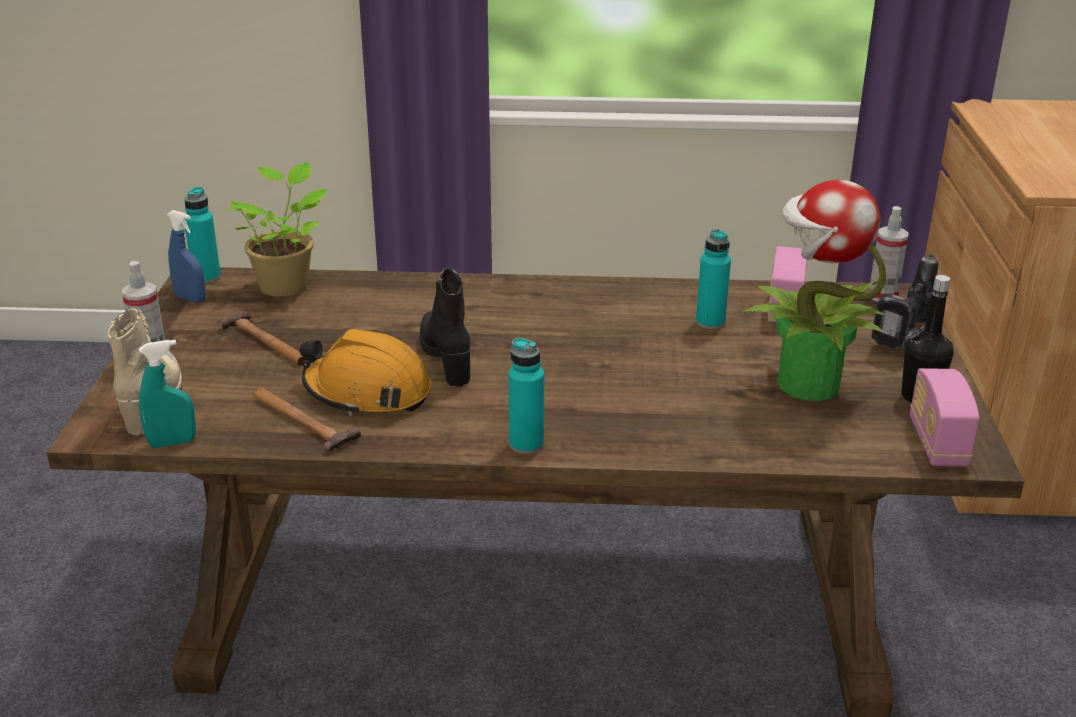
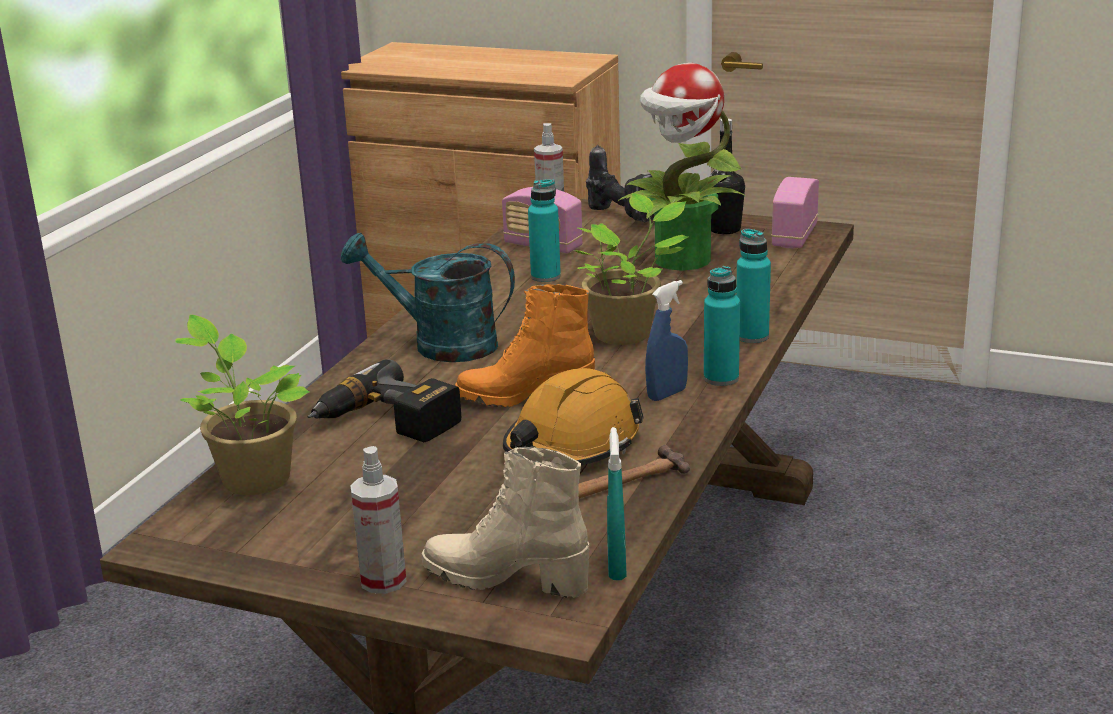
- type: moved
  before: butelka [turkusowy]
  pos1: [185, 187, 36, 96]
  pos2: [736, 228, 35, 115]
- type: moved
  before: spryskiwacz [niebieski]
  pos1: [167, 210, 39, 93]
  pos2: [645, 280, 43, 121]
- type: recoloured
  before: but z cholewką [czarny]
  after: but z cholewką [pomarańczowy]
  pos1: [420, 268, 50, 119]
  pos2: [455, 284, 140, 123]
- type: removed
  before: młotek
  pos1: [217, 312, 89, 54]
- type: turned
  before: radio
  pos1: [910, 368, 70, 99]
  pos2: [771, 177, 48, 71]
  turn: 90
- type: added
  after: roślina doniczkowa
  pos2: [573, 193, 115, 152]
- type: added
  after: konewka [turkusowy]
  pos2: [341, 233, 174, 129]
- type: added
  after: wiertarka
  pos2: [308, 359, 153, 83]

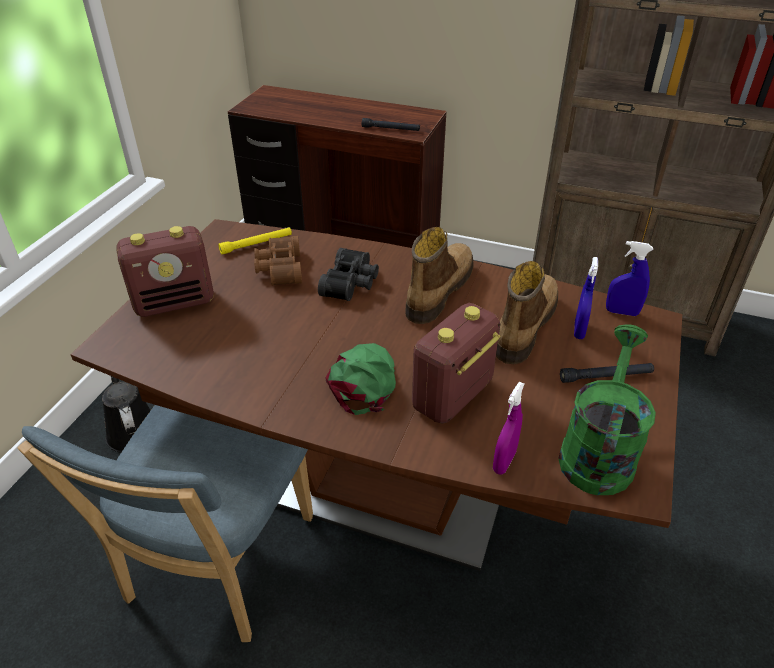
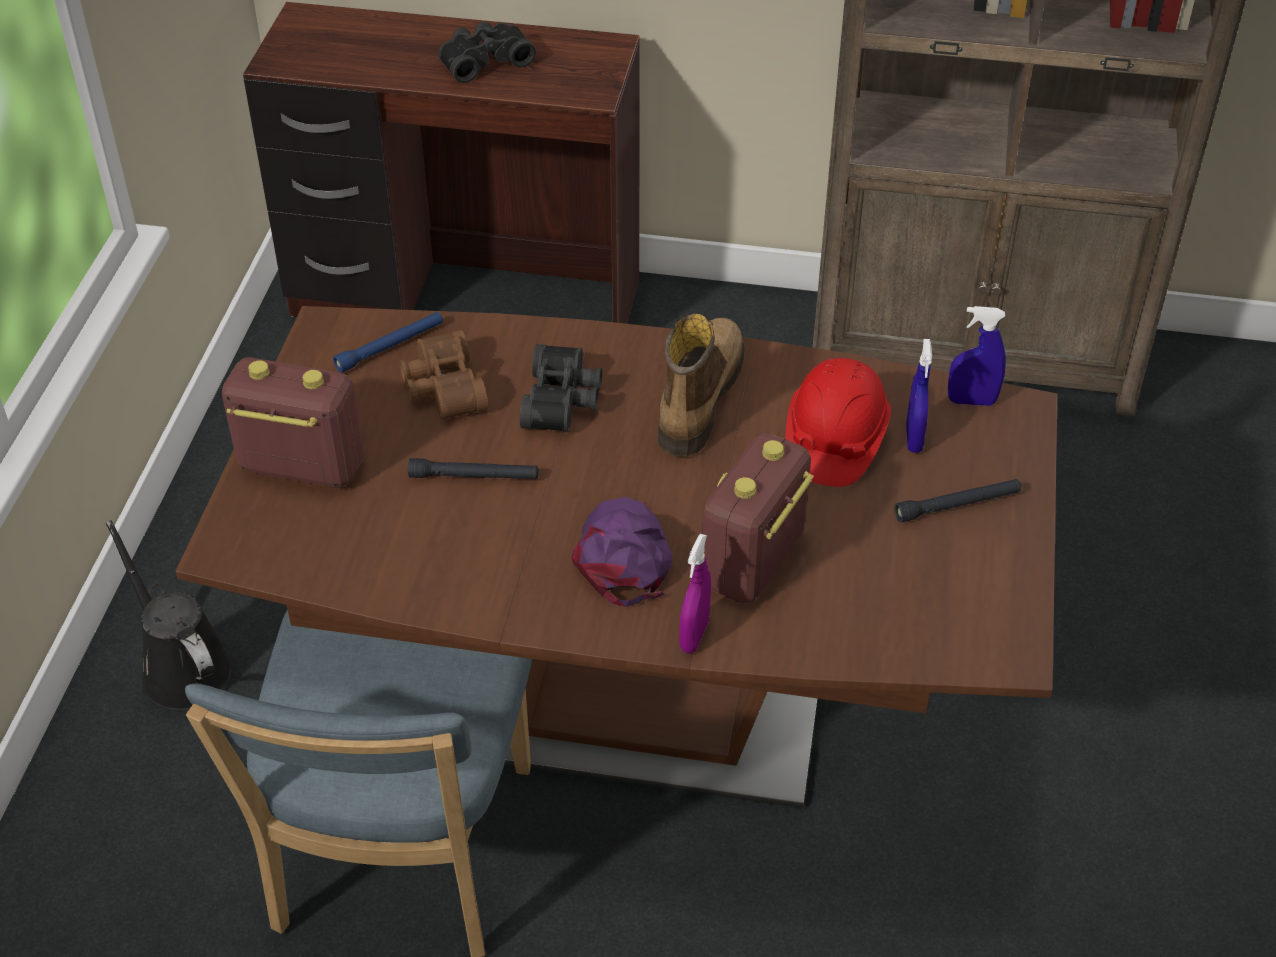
- type: moved
  before: latarka [czarny]
  pos1: [362, 118, 58, 13]
  pos2: [408, 458, 131, 21]
- type: turned
  before: radio
  pos1: [116, 226, 98, 91]
  pos2: [222, 357, 142, 131]
  turn: -135
- type: recoloured
  before: latarka [żółty]
  after: latarka [niebieski]
  pos1: [218, 227, 74, 27]
  pos2: [333, 312, 110, 61]
- type: replaced
  before: but z cholewką
  after: kask [czerwony]
  pos1: [496, 261, 62, 103]
  pos2: [785, 358, 106, 129]
- type: removed
  before: konewka [zielony]
  pos1: [558, 324, 98, 171]
- type: recoloured
  before: czapka z daszkiem [zielony]
  after: czapka z daszkiem [fioletowy]
  pos1: [325, 343, 71, 72]
  pos2: [571, 497, 102, 110]
- type: moved
  before: spryskiwacz [fioletowy]
  pos1: [493, 382, 32, 93]
  pos2: [679, 534, 32, 119]
- type: added
  after: lornetka [czarny]
  pos2: [439, 21, 97, 62]

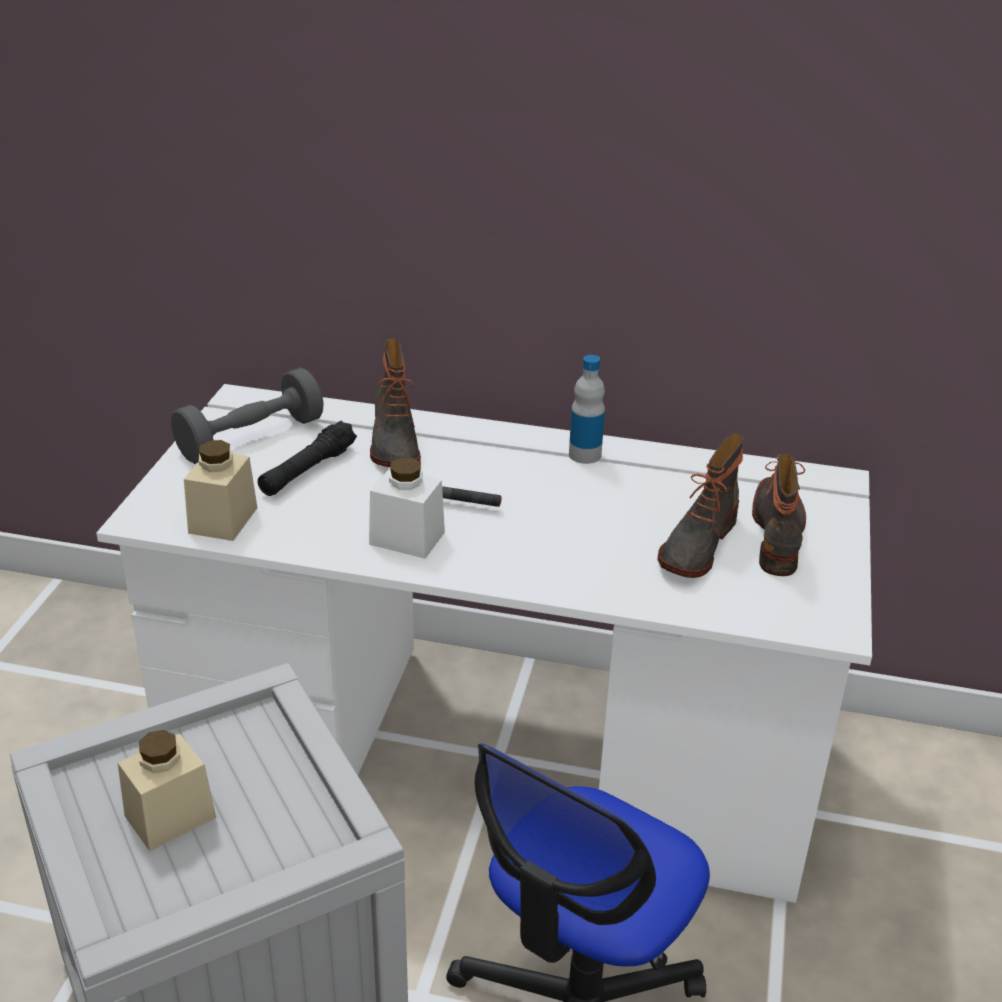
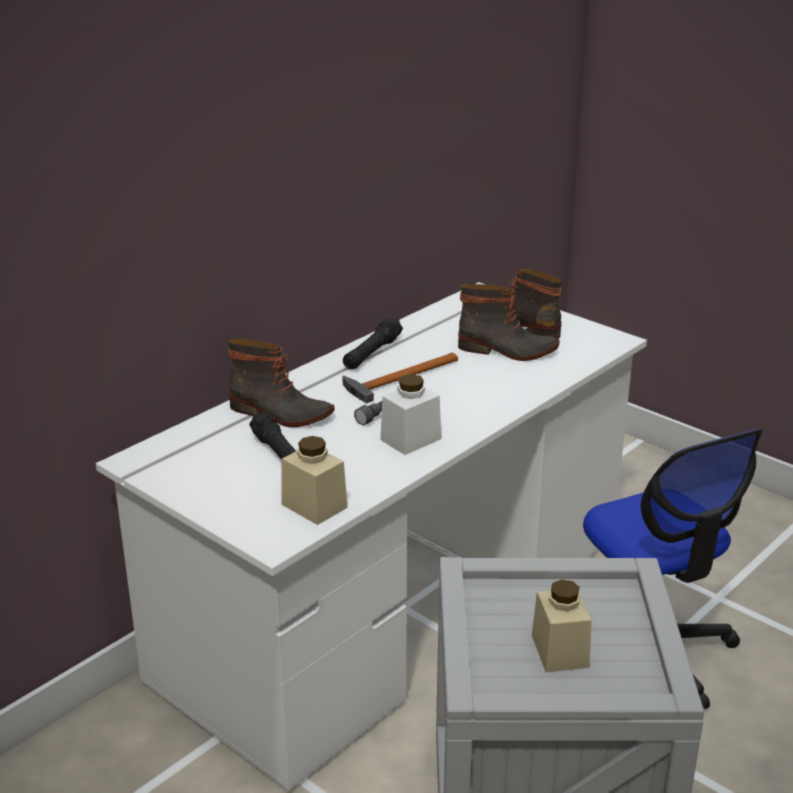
- type: replaced
  before: butelka
  after: latarka [czarny]
  pos1: [569, 355, 36, 109]
  pos2: [343, 318, 60, 52]
- type: removed
  before: hantel [szary]
  pos1: [171, 368, 153, 96]
- type: turned
  before: but z cholewką
  pos1: [658, 434, 86, 144]
  pos2: [458, 284, 102, 77]
  turn: -45
- type: added
  after: młotek
  pos2: [342, 353, 116, 50]

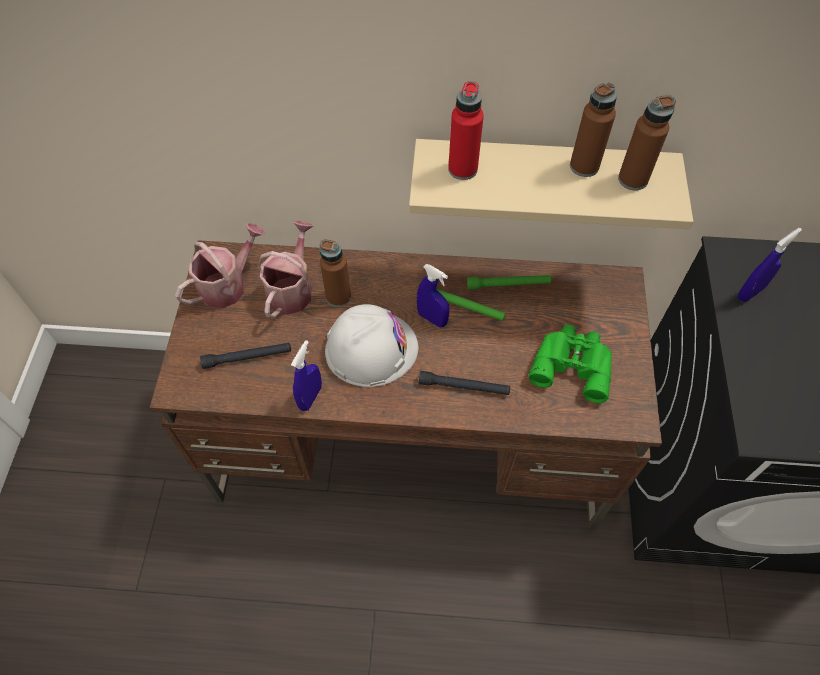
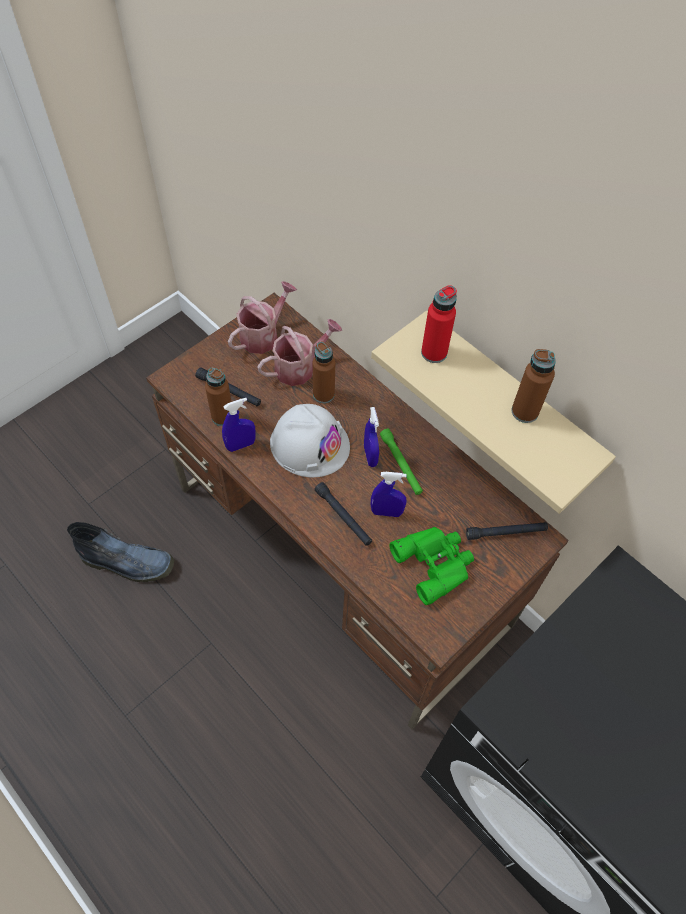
- type: moved
  before: butelka [brązowy]
  pos1: [618, 95, 58, 96]
  pos2: [205, 368, 26, 58]
- type: turned
  before: konewka
  pos1: [175, 223, 91, 85]
  pos2: [228, 281, 69, 73]
  turn: -45
- type: moved
  before: spryskiwacz [niebieski]
  pos1: [738, 228, 64, 74]
  pos2: [371, 472, 36, 45]
- type: removed
  before: latarka [zielony]
  pos1: [467, 275, 85, 15]
- type: added
  after: but z cholewką
  pos2: [67, 522, 107, 60]
- type: added
  after: latarka [czarny]
  pos2: [466, 522, 82, 18]

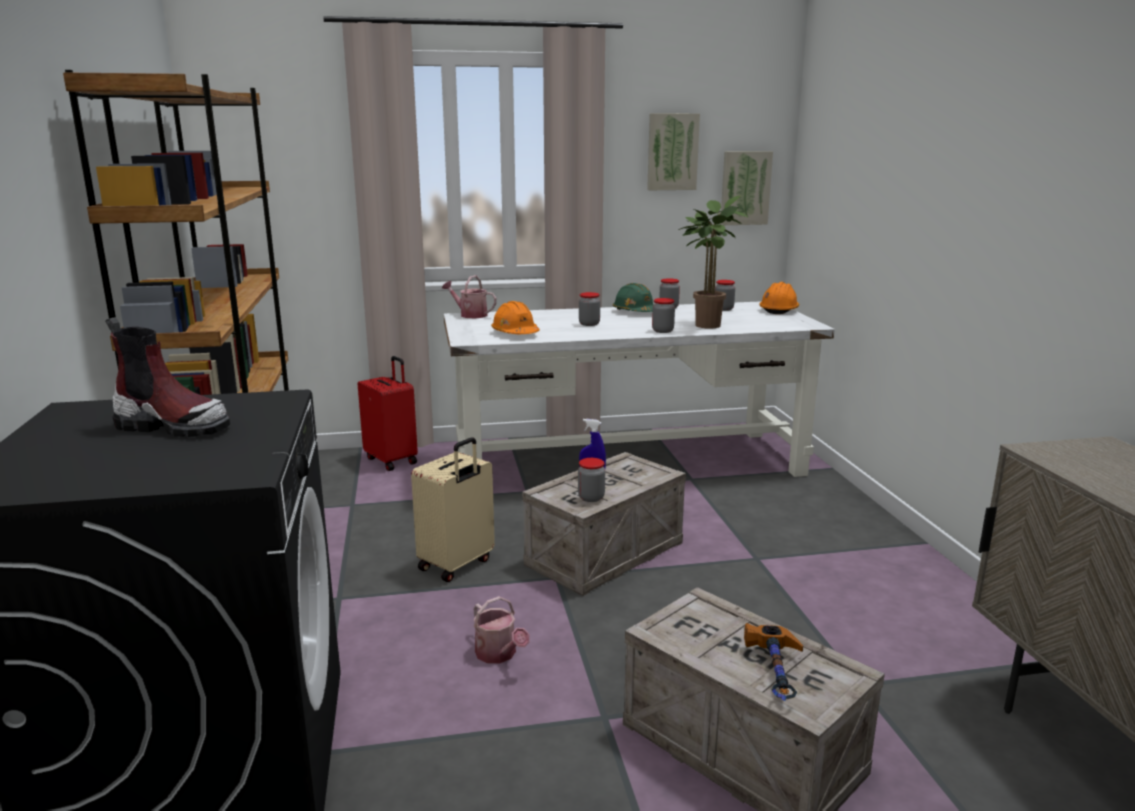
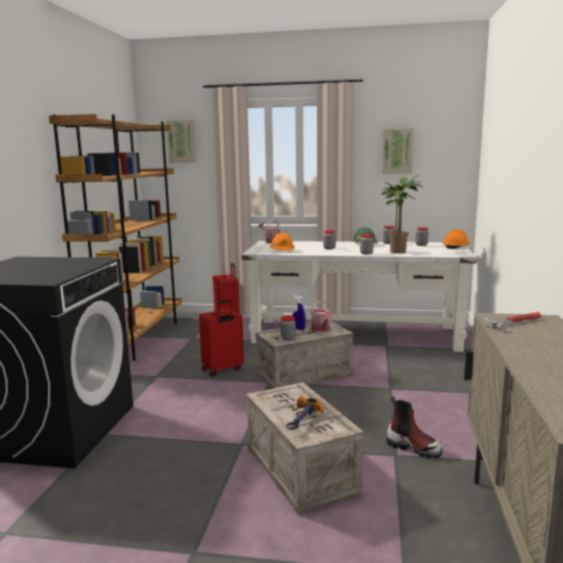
- type: moved
  before: obraz
  pos1: [720, 151, 53, 74]
  pos2: [166, 120, 31, 43]
- type: moved
  before: but z cholewką
  pos1: [105, 317, 125, 120]
  pos2: [387, 395, 56, 63]
- type: recoloured
  before: walizka [beżowy]
  after: walizka [czerwony]
  pos1: [411, 437, 84, 145]
  pos2: [199, 299, 45, 78]
- type: moved
  before: konewka
  pos1: [473, 596, 57, 67]
  pos2: [310, 301, 23, 30]
- type: added
  after: młotek
  pos2: [485, 312, 56, 19]

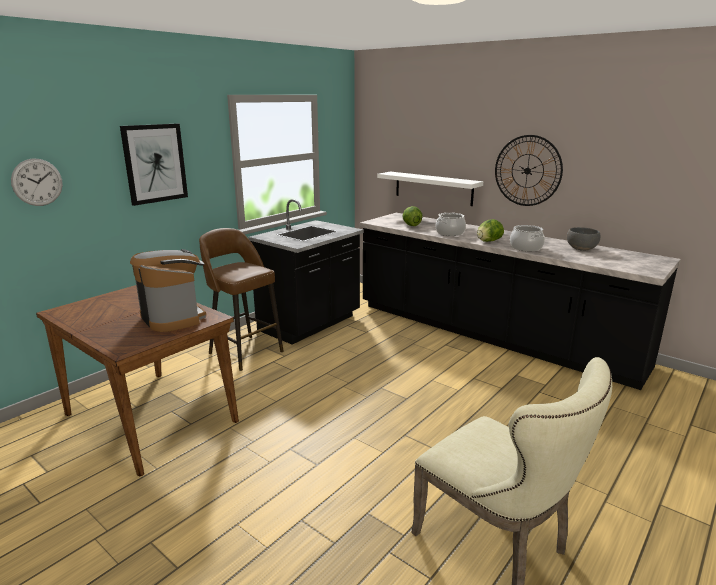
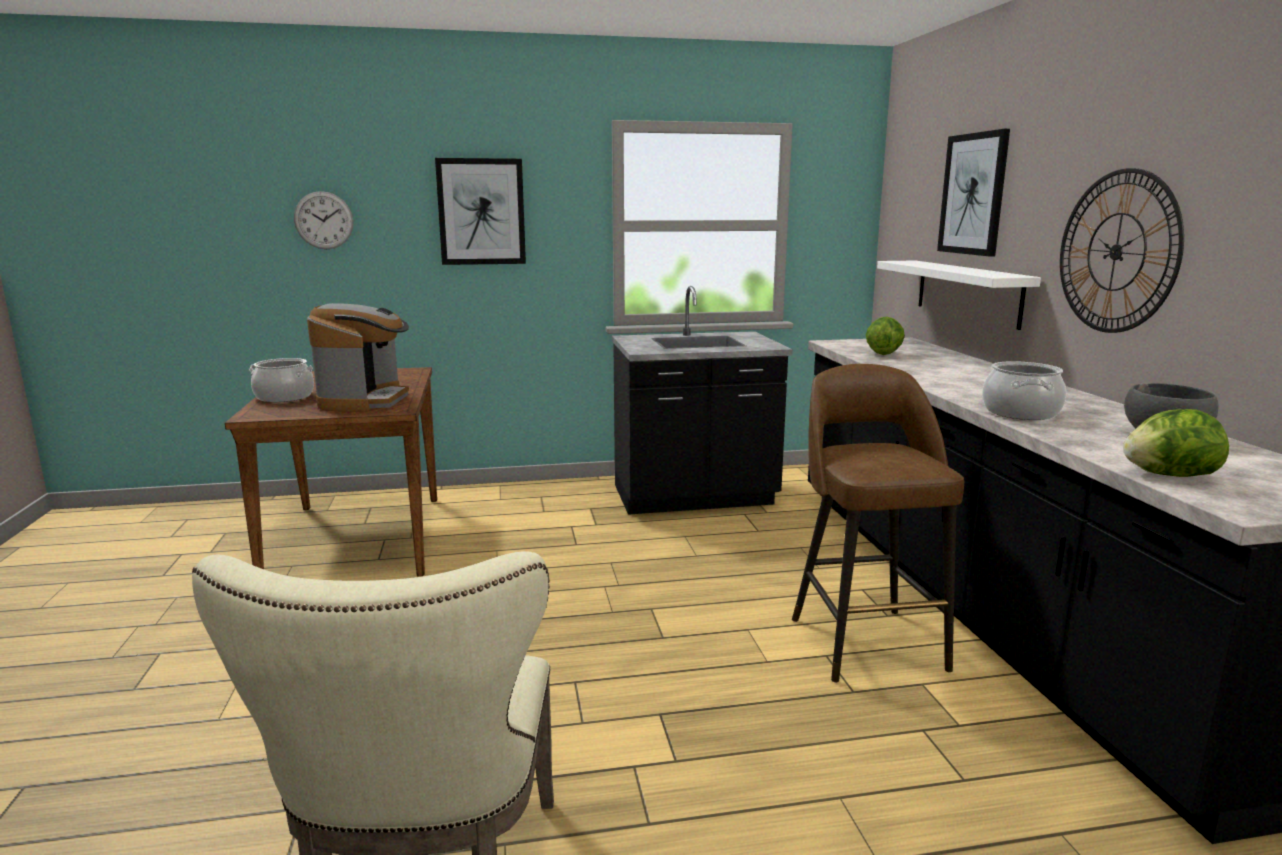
- type: moved
  before: garnek
  pos1: [436, 213, 30, 23]
  pos2: [249, 358, 65, 44]
- type: moved
  before: sałata
  pos1: [477, 219, 27, 23]
  pos2: [1123, 409, 106, 68]
- type: moved
  before: stołek [brązowy]
  pos1: [199, 228, 85, 143]
  pos2: [792, 364, 172, 319]
- type: added
  after: obraz
  pos2: [937, 129, 73, 128]

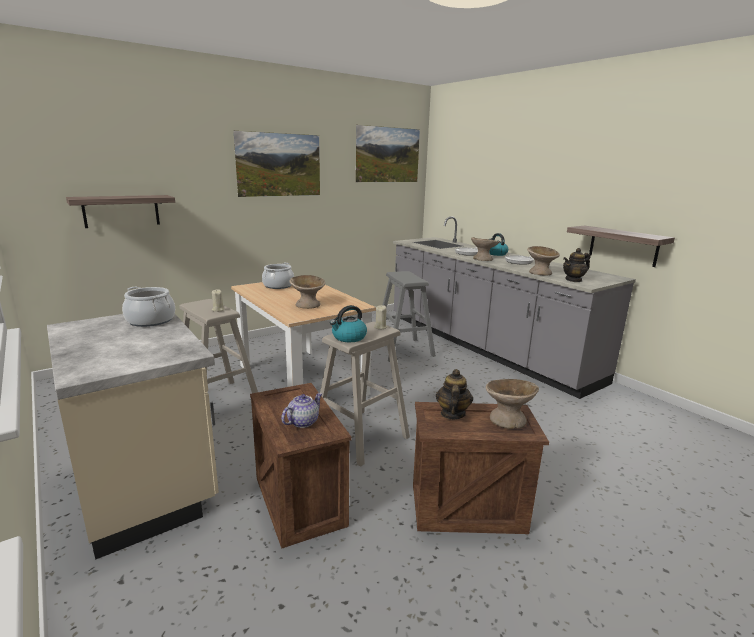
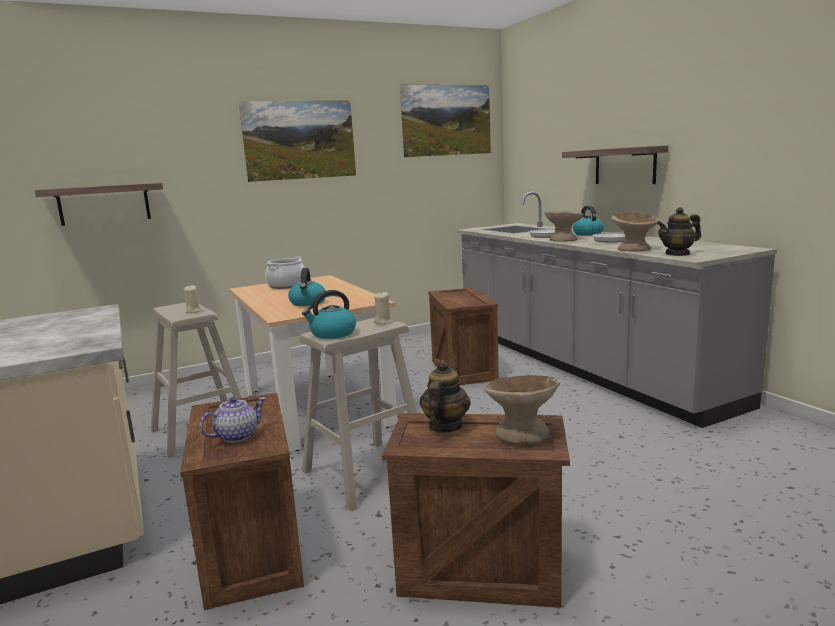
- type: moved
  before: półka
  pos1: [567, 226, 108, 41]
  pos2: [562, 145, 106, 39]
- type: replaced
  before: stołek [szary]
  after: skrzynka
  pos1: [383, 271, 53, 91]
  pos2: [428, 288, 71, 97]
- type: replaced
  before: miska [beżowy]
  after: czajnik
  pos1: [289, 275, 36, 34]
  pos2: [288, 268, 38, 38]
- type: removed
  before: garnek
  pos1: [122, 287, 53, 40]

